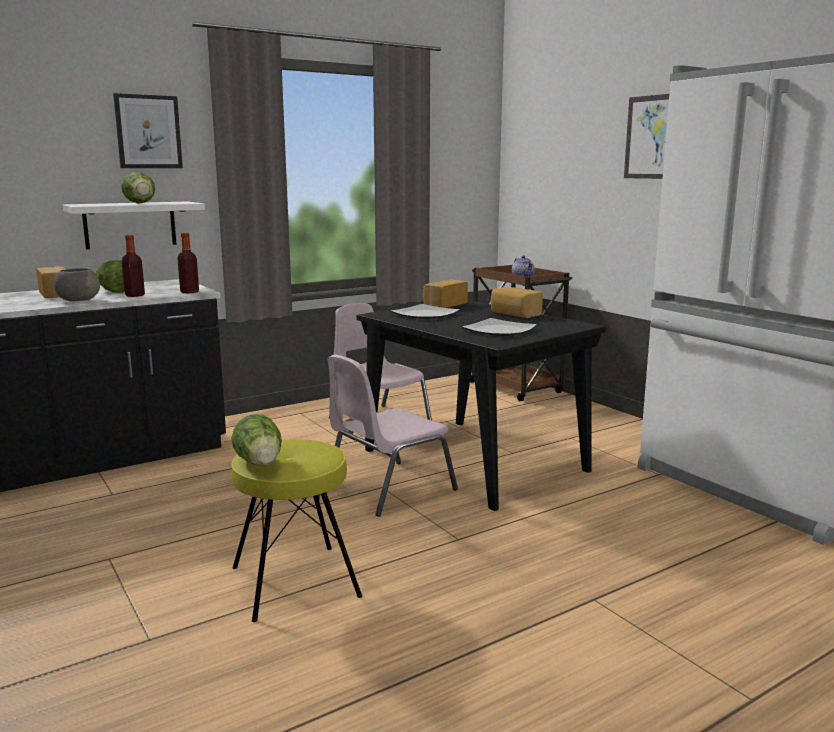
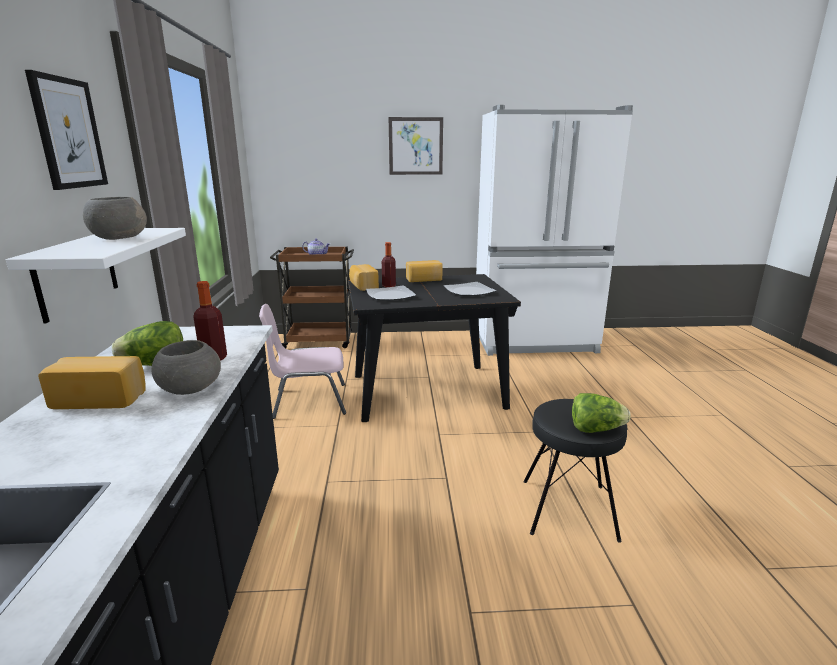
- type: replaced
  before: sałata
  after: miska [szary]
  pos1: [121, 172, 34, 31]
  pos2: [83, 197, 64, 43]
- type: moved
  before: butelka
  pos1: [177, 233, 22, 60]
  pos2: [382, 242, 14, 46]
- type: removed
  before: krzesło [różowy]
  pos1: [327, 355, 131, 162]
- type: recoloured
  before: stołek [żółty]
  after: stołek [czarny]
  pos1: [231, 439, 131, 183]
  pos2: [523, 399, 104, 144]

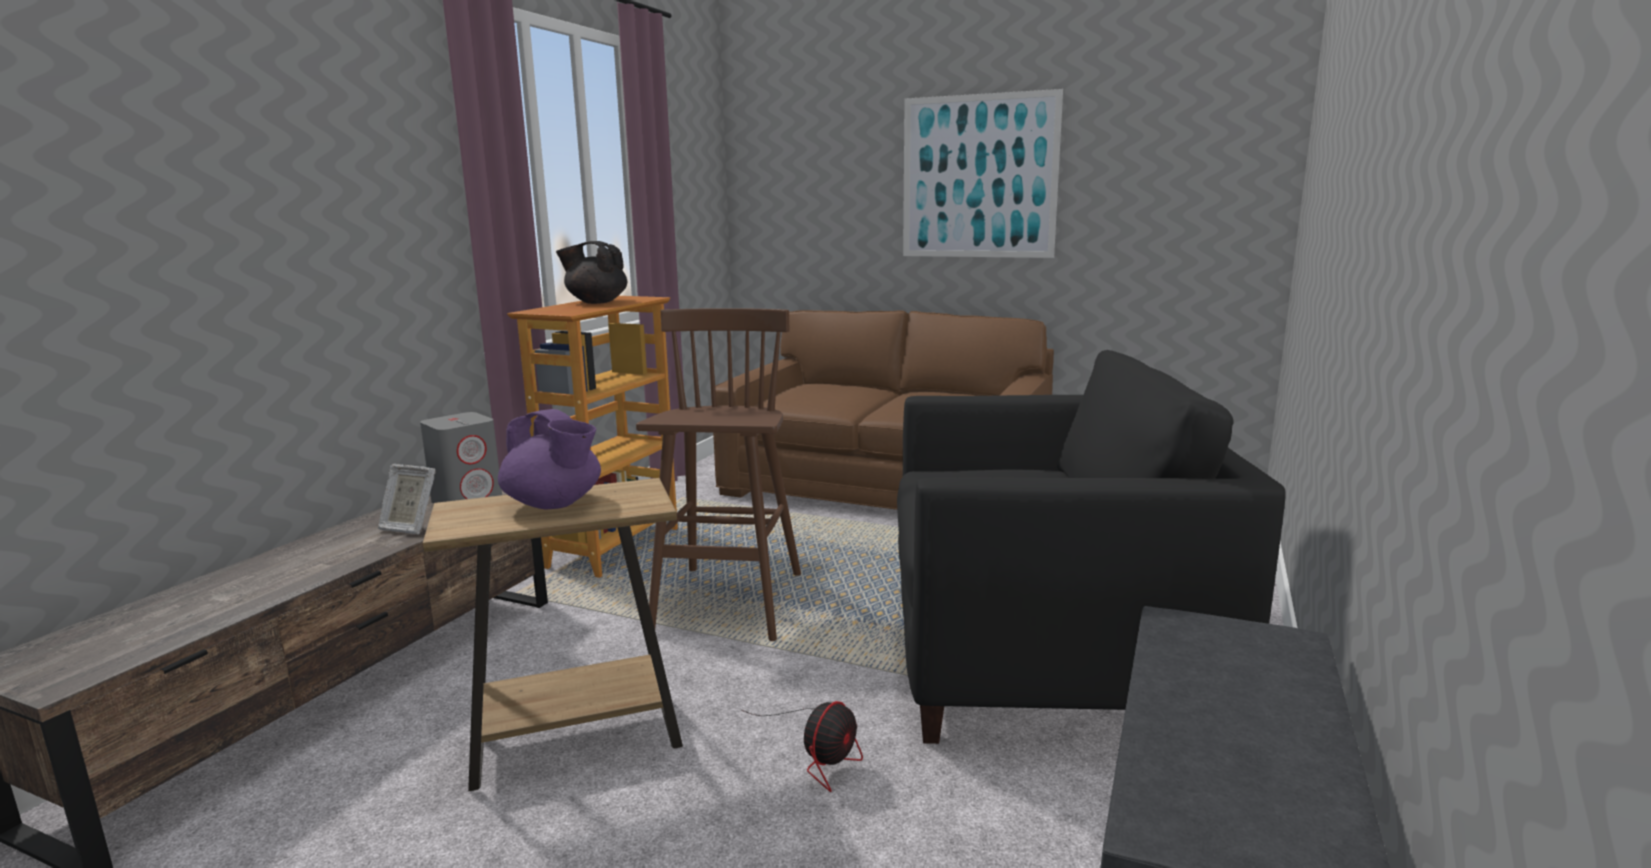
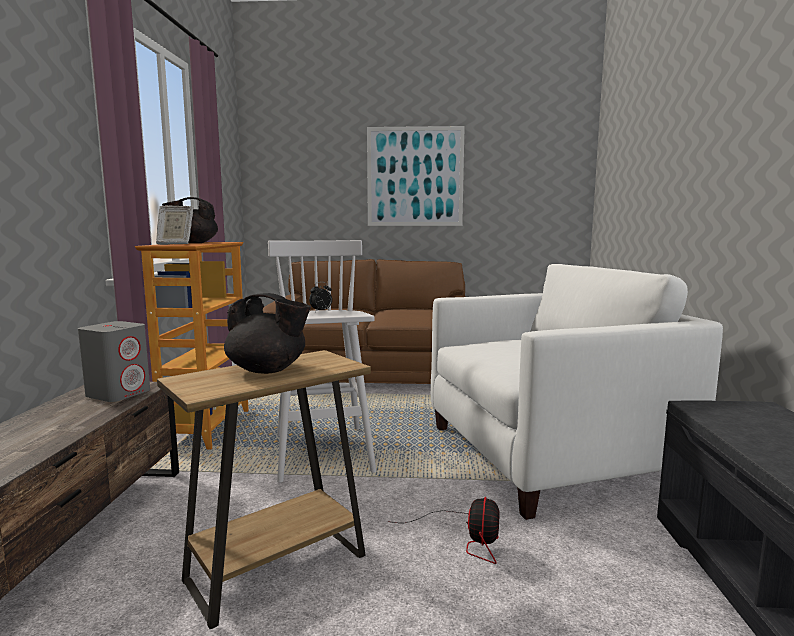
- type: recoloured
  before: stołek [brązowy]
  after: stołek [biały]
  pos1: [636, 308, 165, 333]
  pos2: [268, 240, 108, 243]
- type: recoloured
  before: fotel [czarny]
  after: fotel [biały]
  pos1: [897, 350, 389, 394]
  pos2: [431, 264, 292, 256]
- type: recoloured
  before: imbryk [fioletowy]
  after: imbryk [czarny]
  pos1: [498, 409, 103, 100]
  pos2: [224, 293, 87, 81]
- type: moved
  before: ramka na zdjęcie
  pos1: [378, 464, 58, 70]
  pos2: [156, 206, 37, 39]
- type: added
  after: budzik
  pos2: [309, 282, 23, 30]

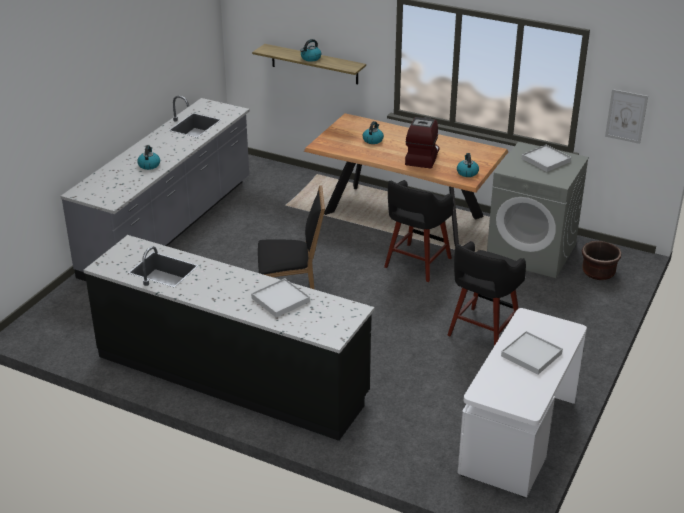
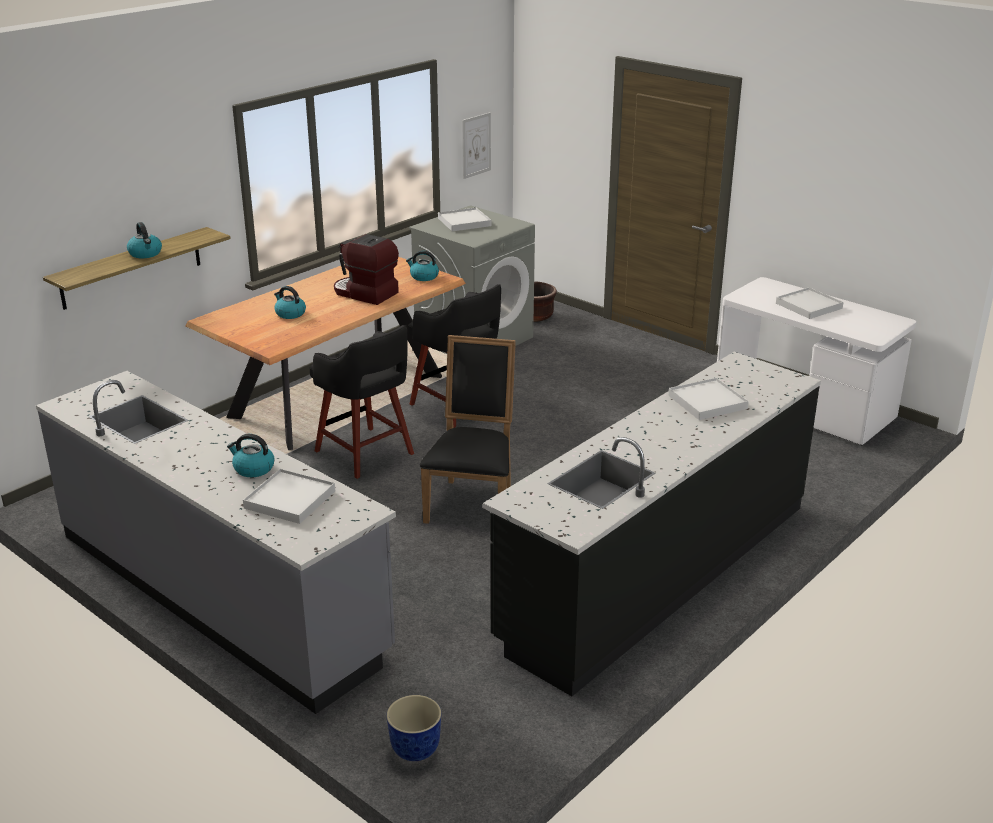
- type: moved
  before: stołek [czarny]
  pos1: [447, 241, 79, 105]
  pos2: [310, 325, 104, 154]
- type: added
  after: taca [biały]
  pos2: [243, 469, 92, 55]
- type: added
  after: donica
  pos2: [386, 695, 55, 66]

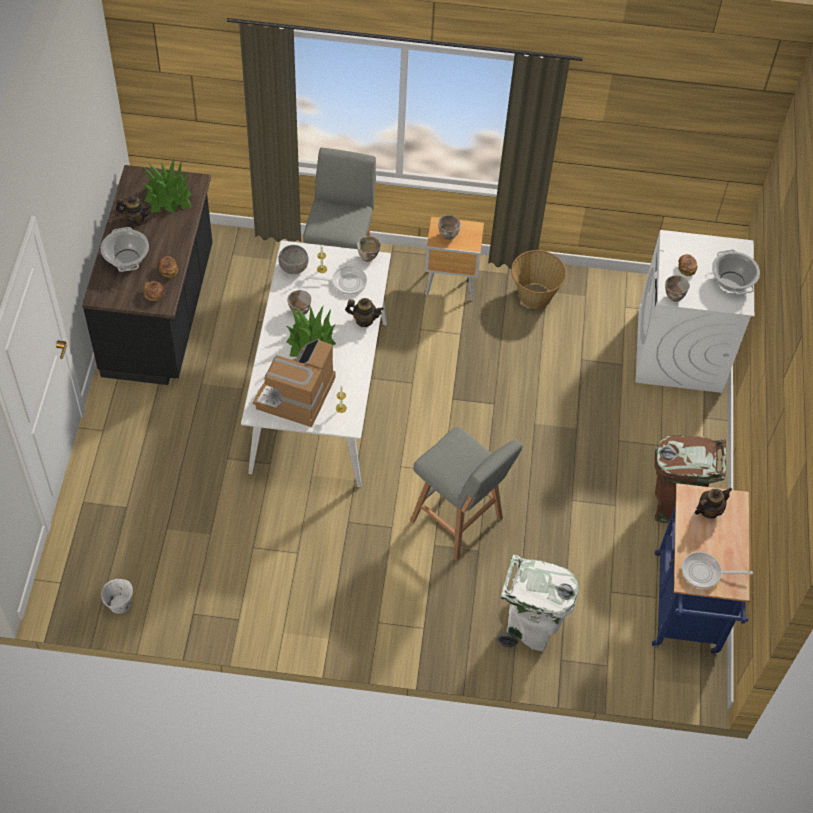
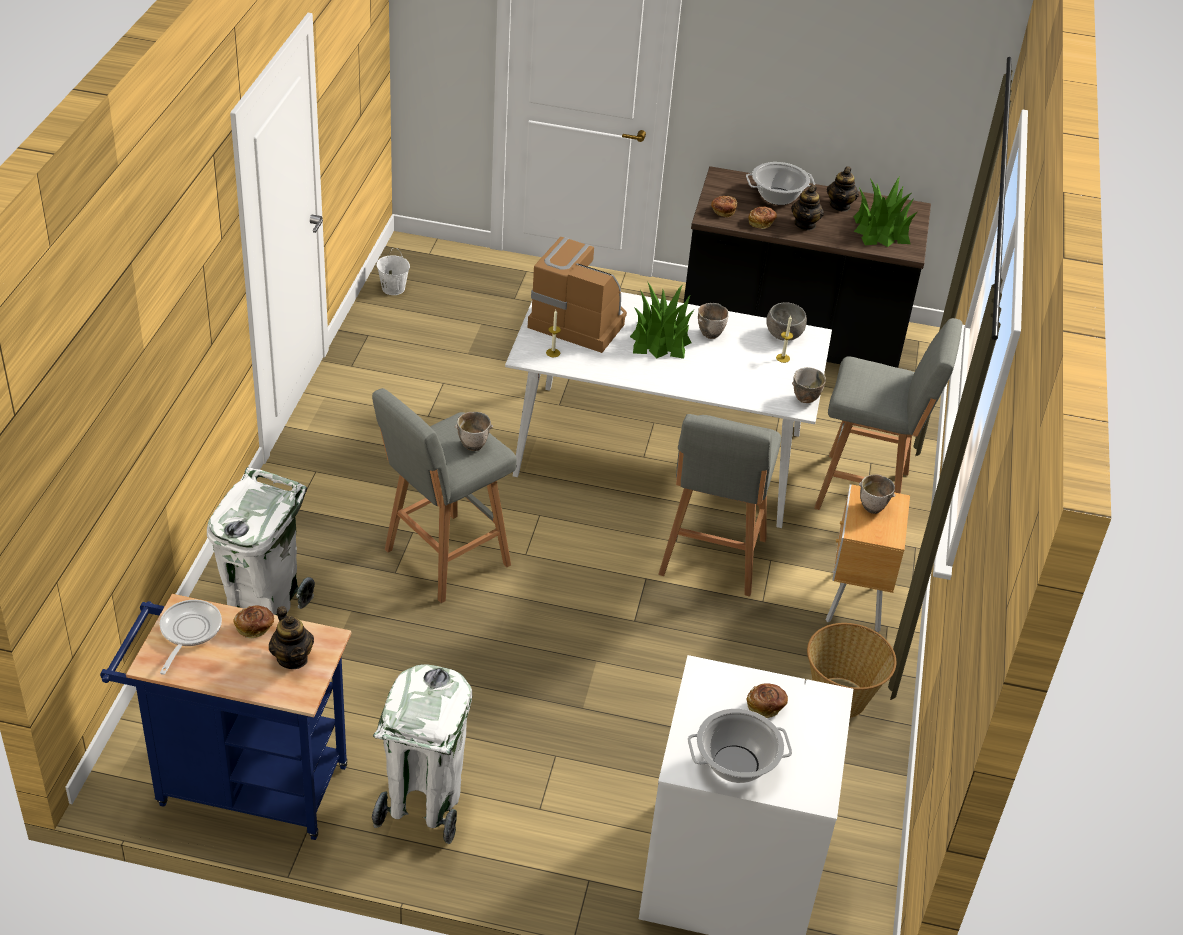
- type: removed
  before: patelnia
  pos1: [306, 266, 61, 29]
- type: moved
  before: miska
  pos1: [665, 275, 25, 27]
  pos2: [455, 412, 38, 39]
- type: moved
  before: imbryk
  pos1: [345, 298, 39, 29]
  pos2: [791, 185, 33, 45]
- type: recoloured
  before: kosz na śmieci [brązowy]
  after: kosz na śmieci [biały]
  pos1: [654, 436, 72, 87]
  pos2: [372, 664, 101, 180]
- type: added
  after: stołek [szary]
  pos2: [658, 414, 123, 183]
- type: added
  after: chleb
  pos2: [233, 606, 41, 32]

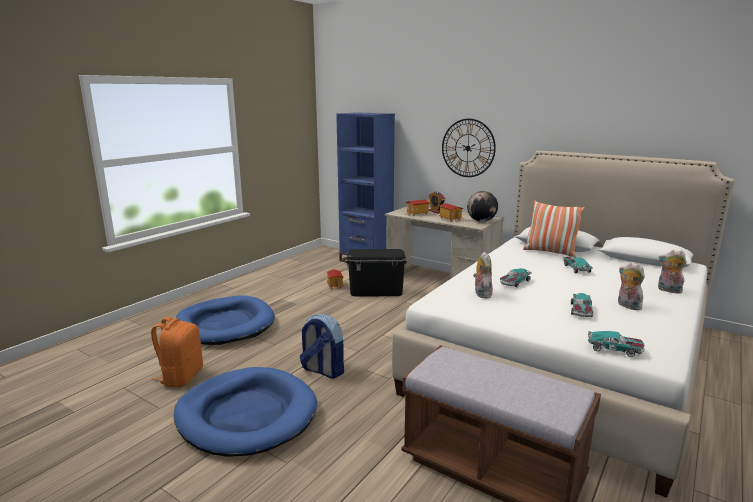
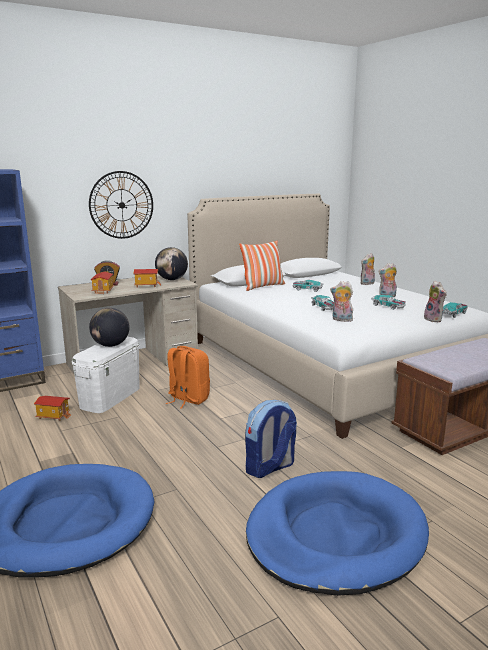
- type: recoloured
  before: pojemnik do przechowywania [czarny]
  after: pojemnik do przechowywania [biały]
  pos1: [346, 249, 61, 47]
  pos2: [72, 337, 68, 76]
- type: moved
  before: plecak [pomarańczowy]
  pos1: [151, 317, 52, 71]
  pos2: [165, 346, 45, 63]
- type: added
  after: pluszak
  pos2: [424, 281, 23, 41]
- type: added
  after: globus
  pos2: [89, 308, 41, 39]

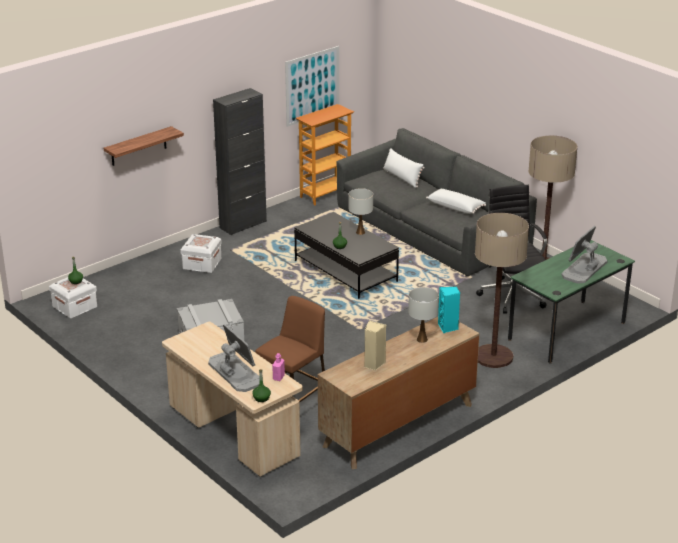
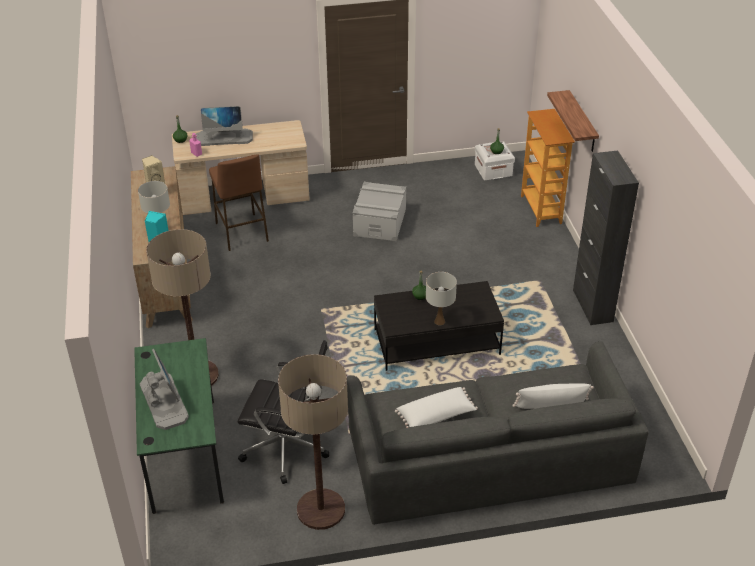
- type: removed
  before: obraz
  pos1: [285, 46, 54, 81]
- type: moved
  before: regał
  pos1: [296, 104, 58, 101]
  pos2: [521, 109, 54, 118]
- type: removed
  before: pojemnik do przechowywania [biały]
  pos1: [180, 234, 42, 39]

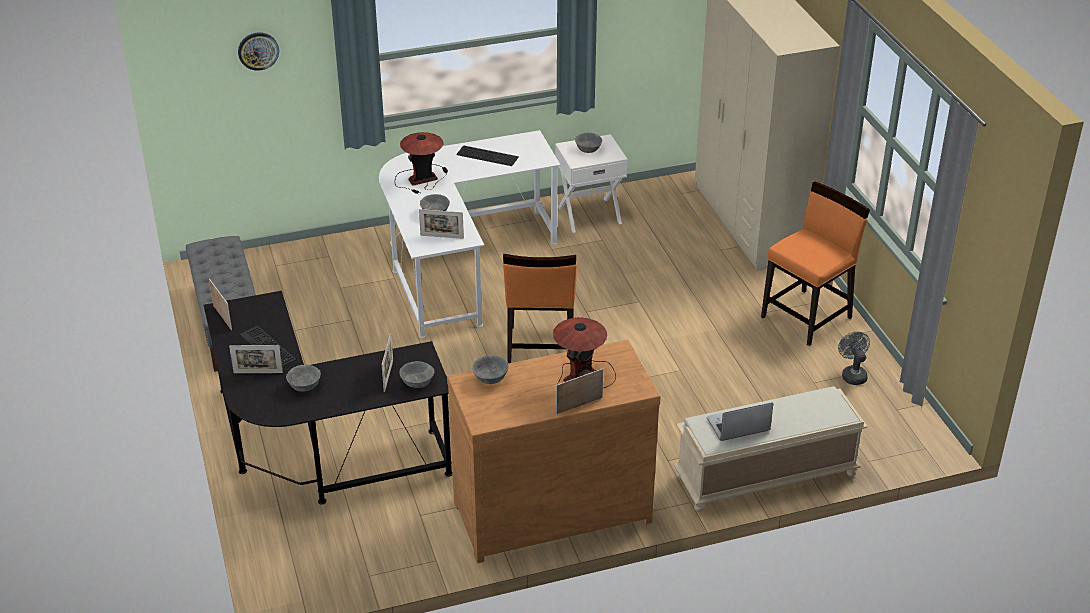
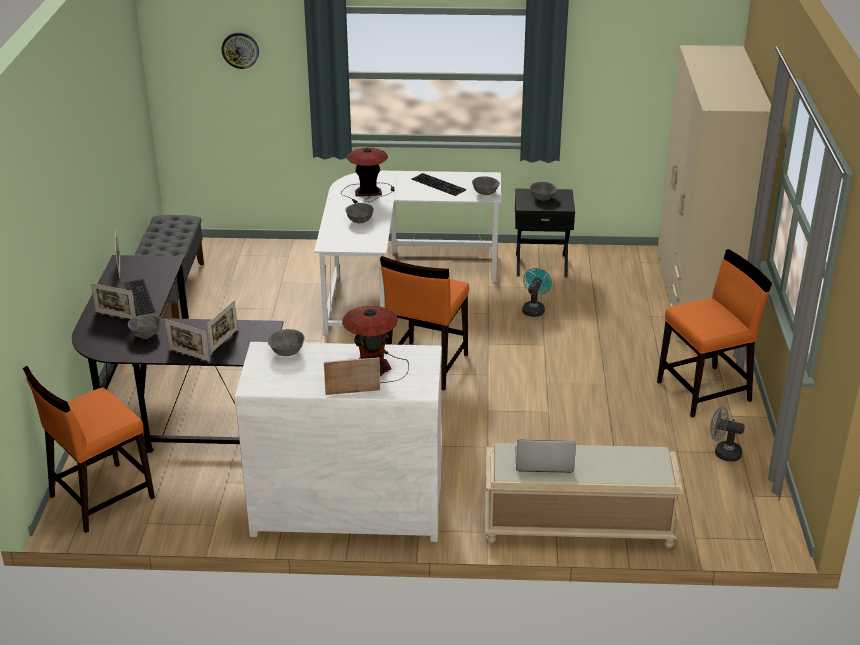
- type: recoloured
  before: szafka nocna [biały]
  after: szafka nocna [czarny]
  pos1: [555, 134, 73, 99]
  pos2: [515, 189, 60, 88]
- type: moved
  before: ramka na zdjęcie
  pos1: [419, 209, 45, 30]
  pos2: [165, 319, 44, 42]
- type: turned
  before: wentylator [szary]
  pos1: [838, 331, 32, 54]
  pos2: [710, 407, 35, 55]
  turn: -75
- type: recoloured
  before: komoda [brązowy]
  after: komoda [biały]
  pos1: [447, 340, 214, 223]
  pos2: [234, 342, 208, 200]
- type: moved
  before: miska [szary]
  pos1: [399, 361, 36, 27]
  pos2: [472, 176, 28, 19]
- type: added
  after: wentylator [turkusowy]
  pos2: [522, 268, 30, 49]
- type: added
  after: krzesło [pomarańczowy]
  pos2: [23, 366, 132, 167]

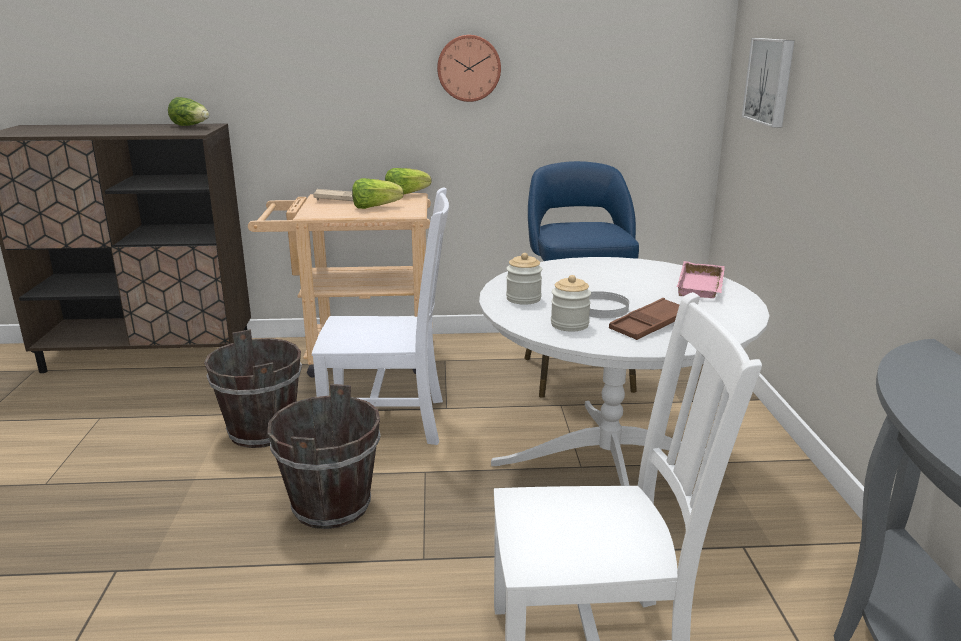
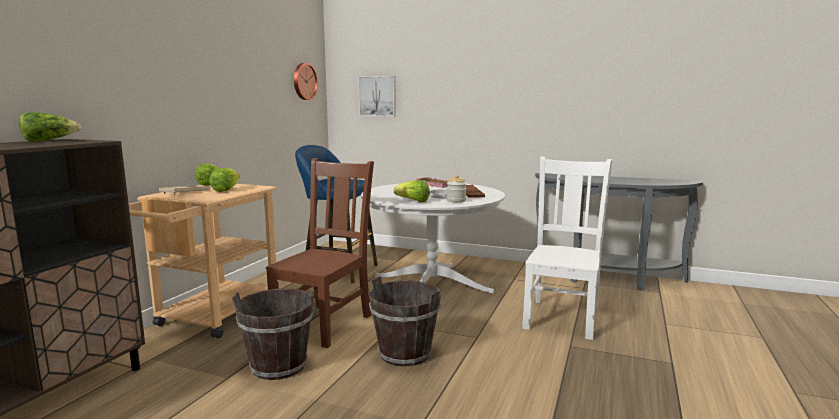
- type: moved
  before: zegar ścienny
  pos1: [437, 35, 64, 67]
  pos2: [294, 63, 24, 37]
- type: recoloured
  before: krzesło [biały]
  after: krzesło [brązowy]
  pos1: [312, 187, 137, 258]
  pos2: [266, 158, 108, 190]
- type: replaced
  before: słoik
  after: sałata
  pos1: [506, 253, 36, 52]
  pos2: [394, 180, 36, 22]

